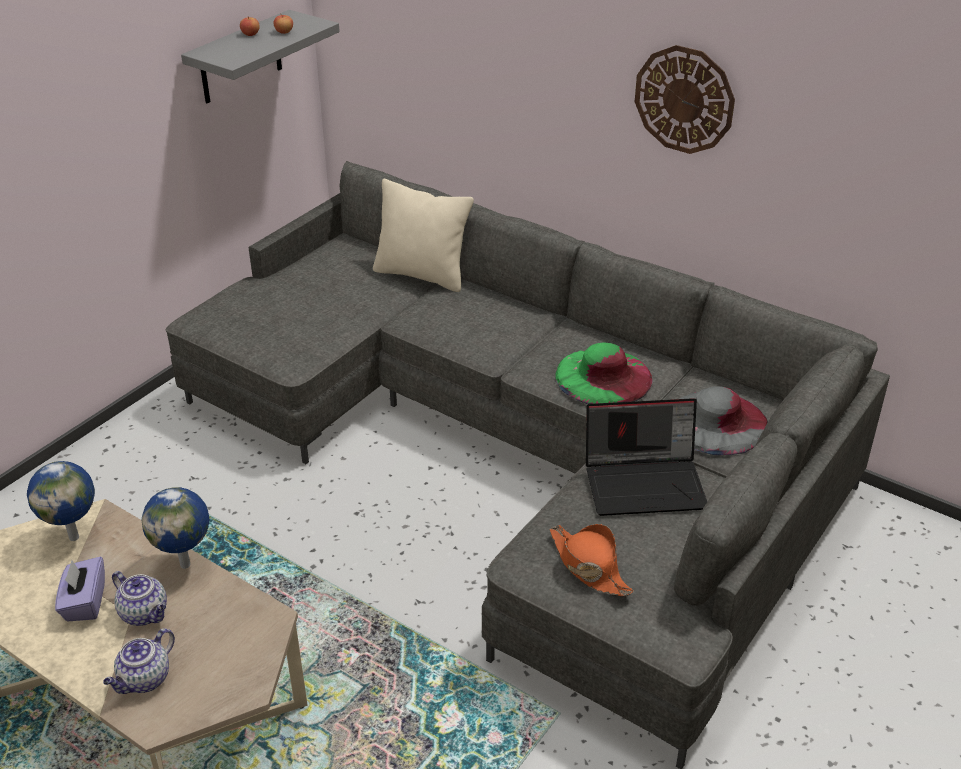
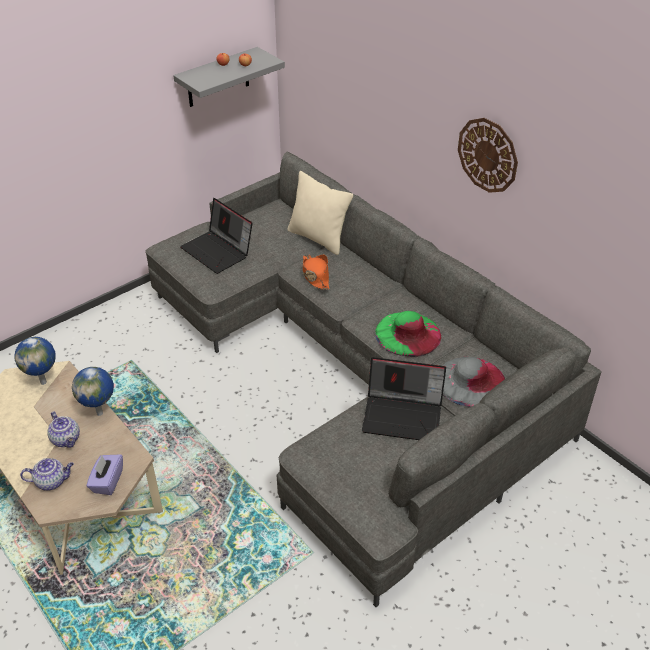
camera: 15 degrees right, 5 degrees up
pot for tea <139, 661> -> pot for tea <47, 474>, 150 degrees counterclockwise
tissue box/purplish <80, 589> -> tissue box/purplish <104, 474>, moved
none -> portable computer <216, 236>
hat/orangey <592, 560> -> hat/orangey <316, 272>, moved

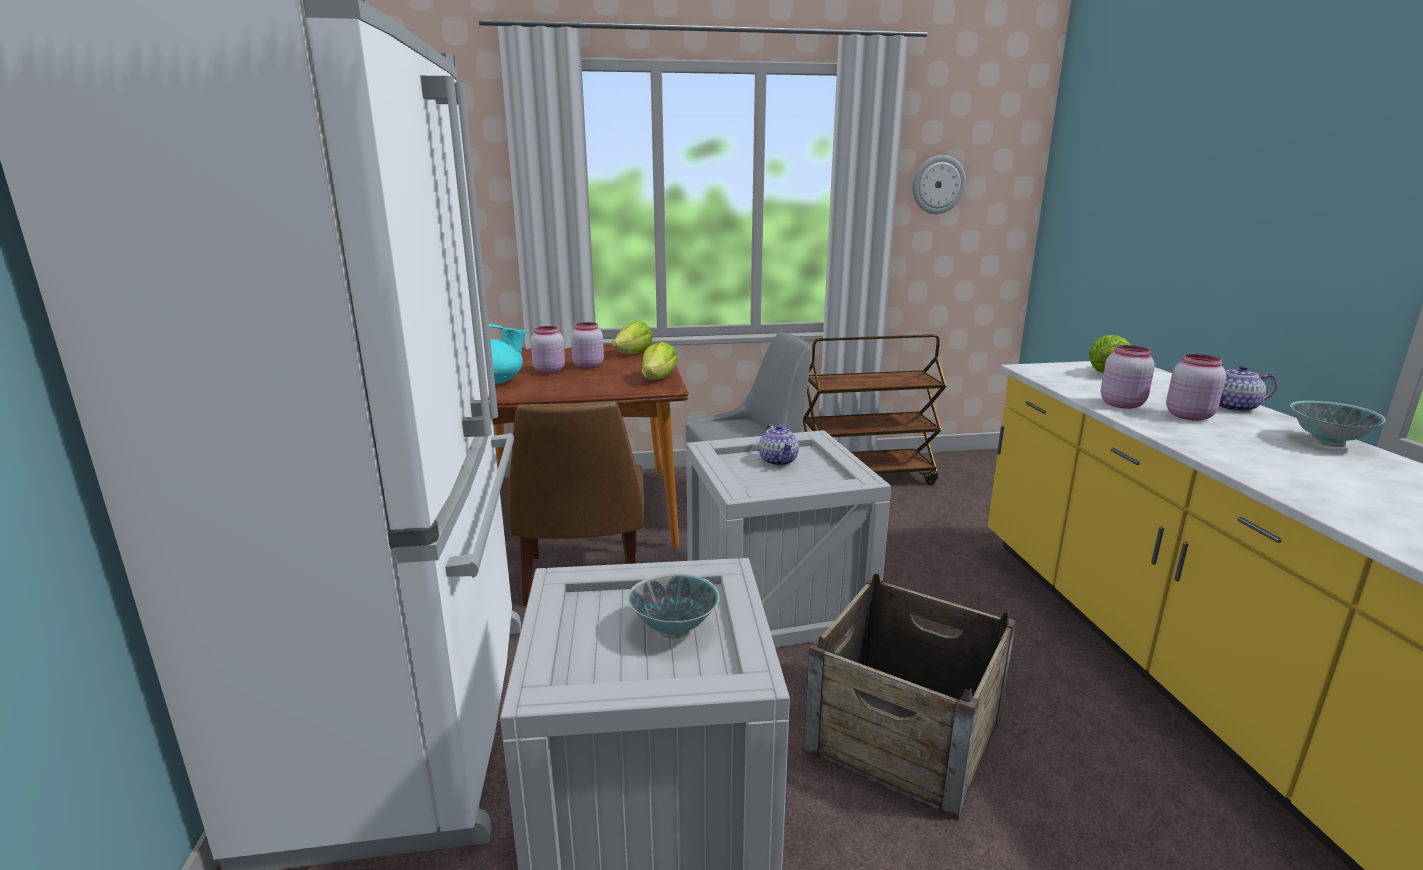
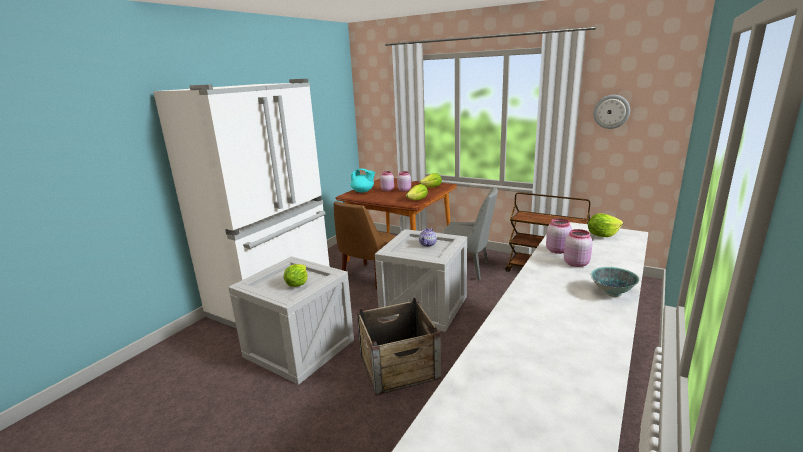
camera: 40 degrees right, 0 degrees up
deep dish <673, 606> -> lettuce <296, 275>
pot for tea <1247, 388> -> none

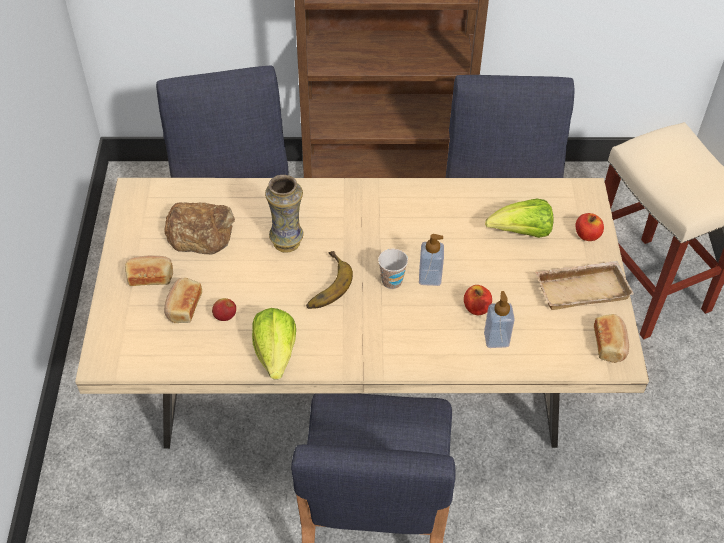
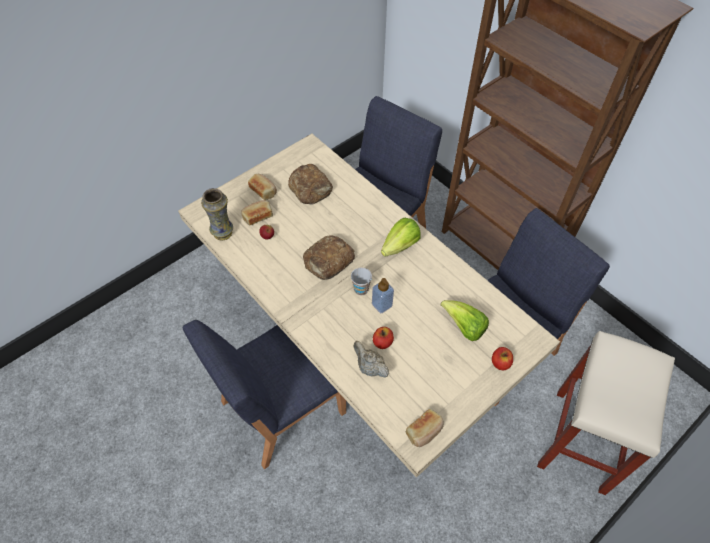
camera: 50 degrees right, 5 degrees up
vase <284, 214> -> vase <217, 214>, moved
whole banana <329, 280> -> baked bread <329, 257>
soap dispenser <499, 319> -> pot for tea/sand-coloured <371, 359>
lettuce <274, 343> -> lettuce <401, 237>, moved
carrying tray/sand-coloured <585, 285> -> none

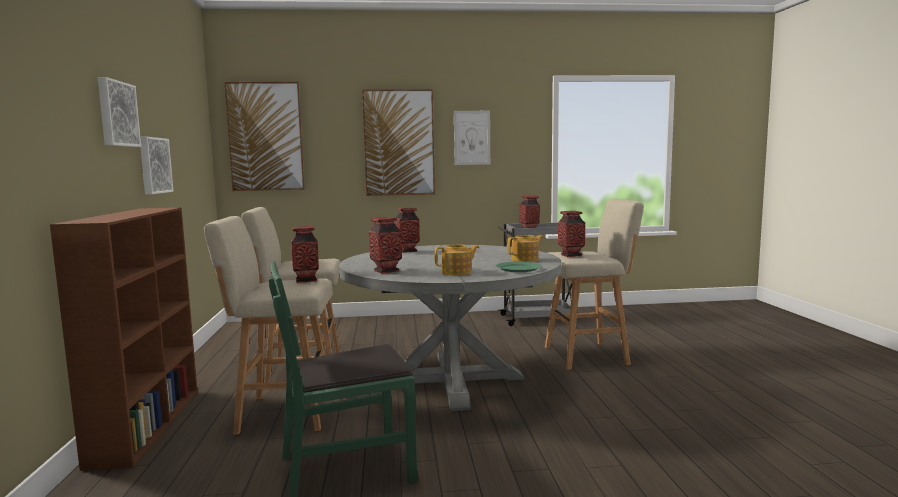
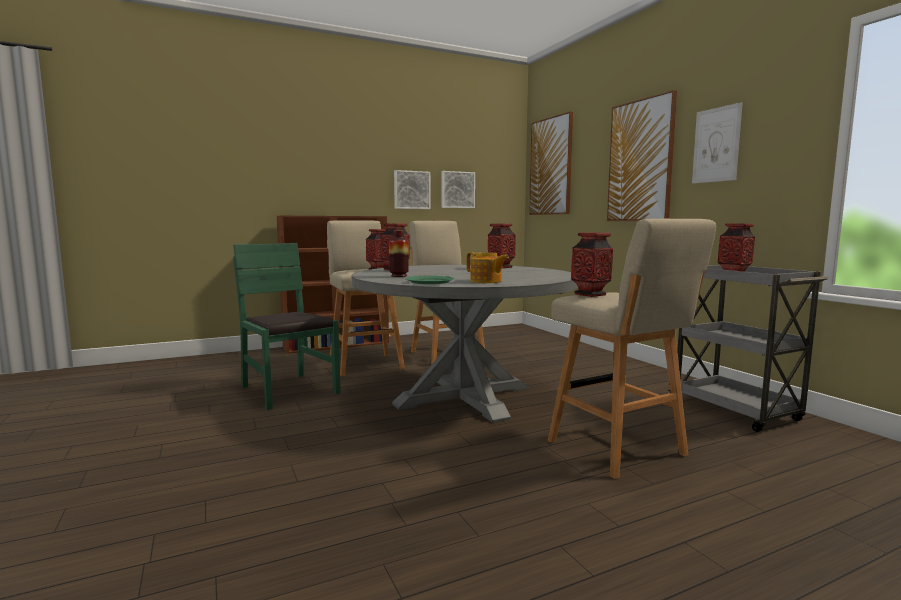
camera: 70 degrees right, 0 degrees up
pot for tea <457, 259> -> vase <399, 253>
wall picture <119, 112> -> wall picture <458, 189>, moved

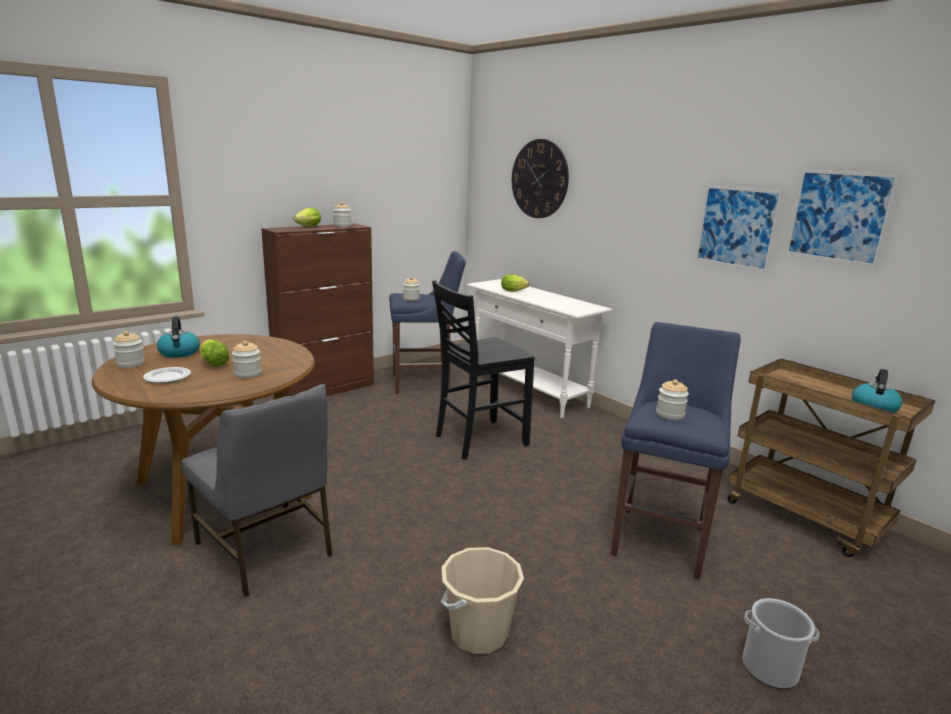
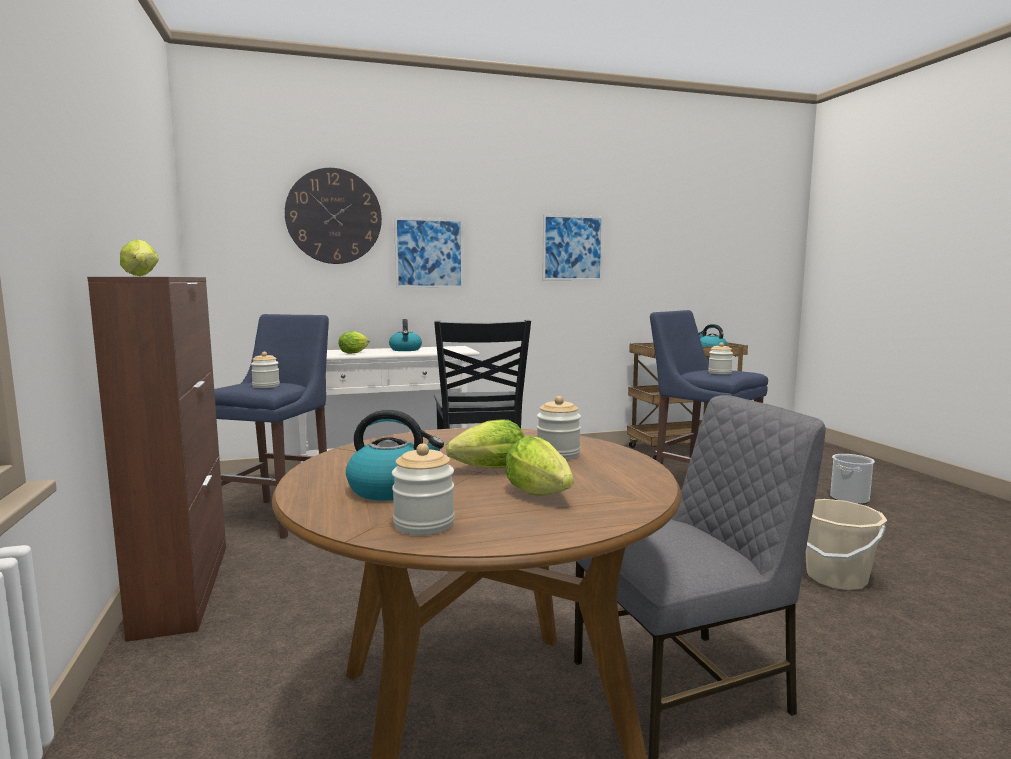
camera: 65 degrees left, 10 degrees down
none -> water kettle <405, 335>
wall picture <842, 218> -> wall picture <428, 252>, moved
flat dish <167, 375> -> lettuce <539, 466>
jar <342, 214> -> none

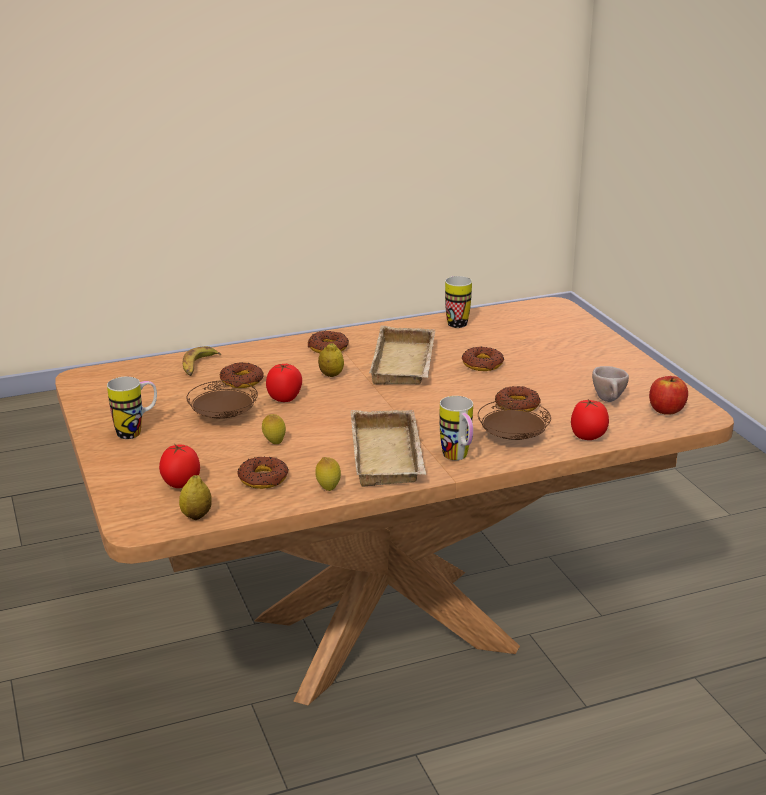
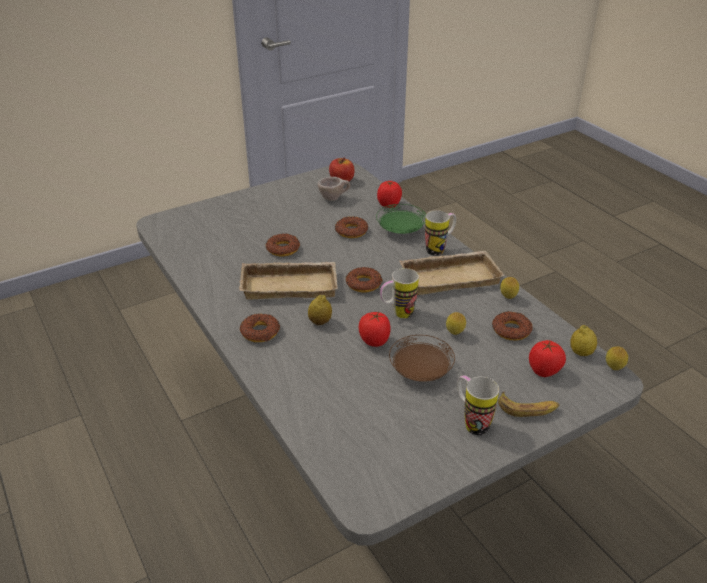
camera: 100 degrees left, 10 degrees up
kitchen table/brownish <394, 501> -> kitchen table/gray <390, 354>
doughnut <242, 375> -> doughnut <364, 279>, moved
flat dish/brownish <514, 420> -> flat dish/greenish <401, 219>
coffee mug <458, 302> -> coffee mug <399, 293>, moved
whole banana <202, 361> -> whole banana <529, 404>, moved
none -> citrus fruit <617, 358>

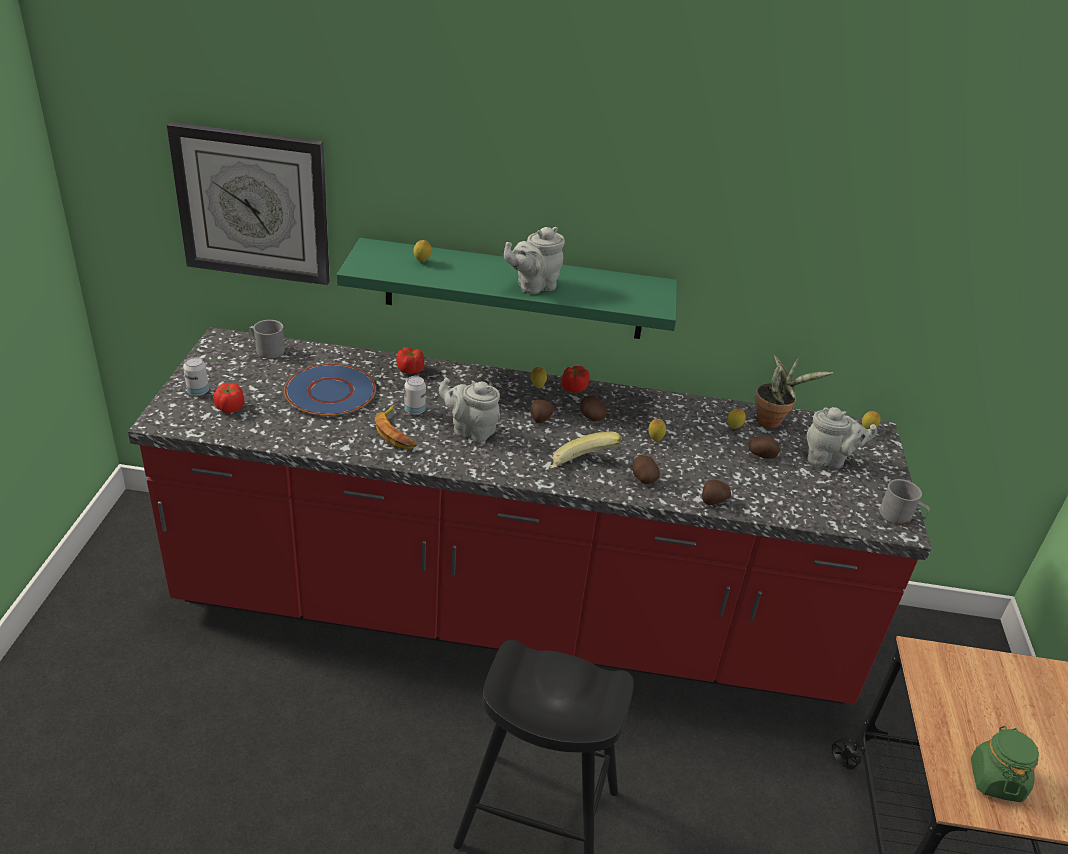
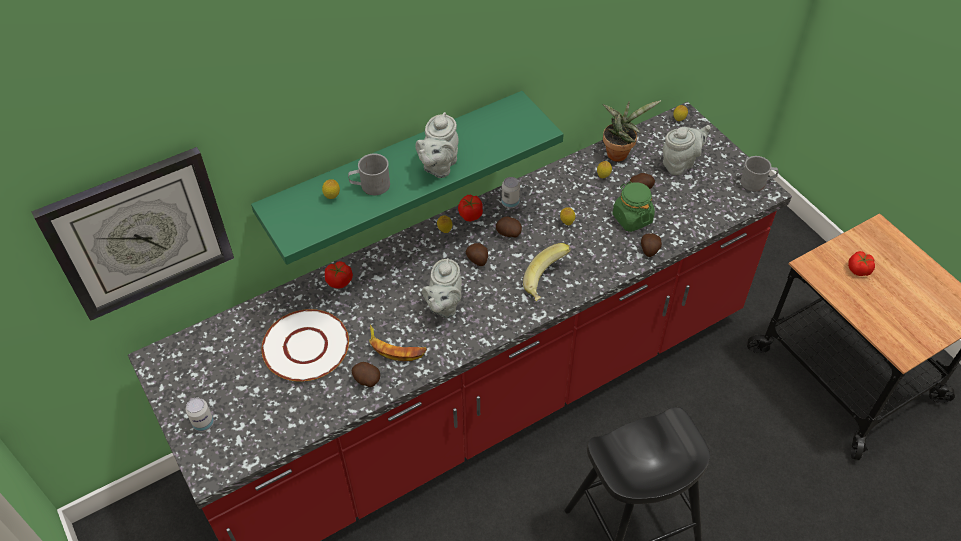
camera: 35 degrees left, 15 degrees up
flat dish/blue-coloured <330, 390> -> flat dish/white-coloured <305, 345>
coffee mug/gray <266, 339> -> coffee mug/gray <369, 174>, moved
potato <646, 470> -> potato <366, 374>, moved
pot for tea/gray <469, 410> -> pot for tea/gray <442, 288>, 60 degrees counterclockwise
metal can <415, 395> -> metal can <511, 192>, moved
jar/greenish <1005, 764> -> jar/greenish <633, 206>, moved
whole tomato <228, 398> -> whole tomato <861, 263>, moved

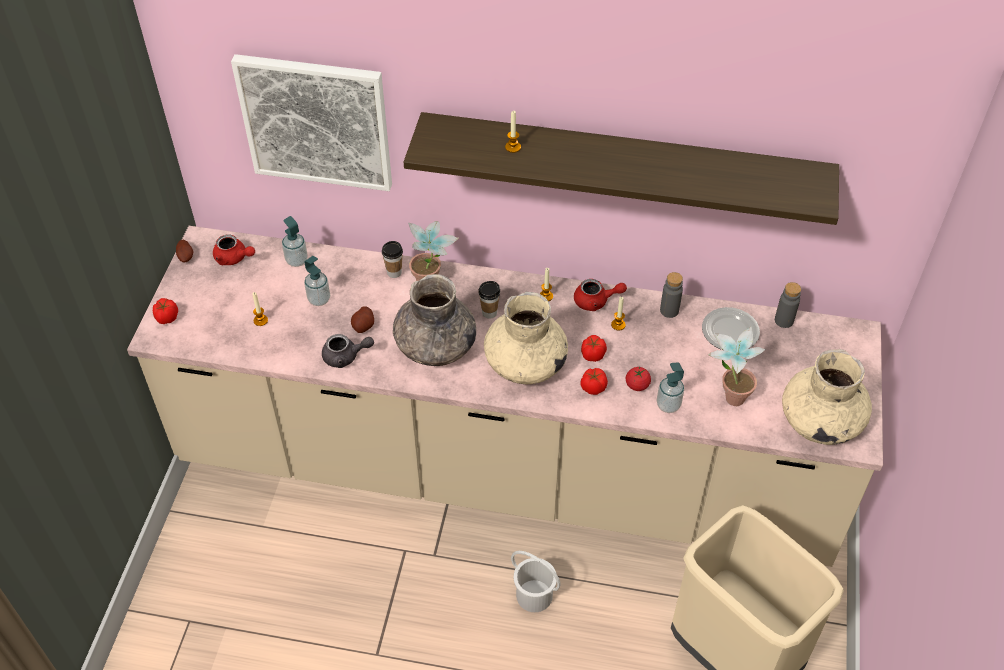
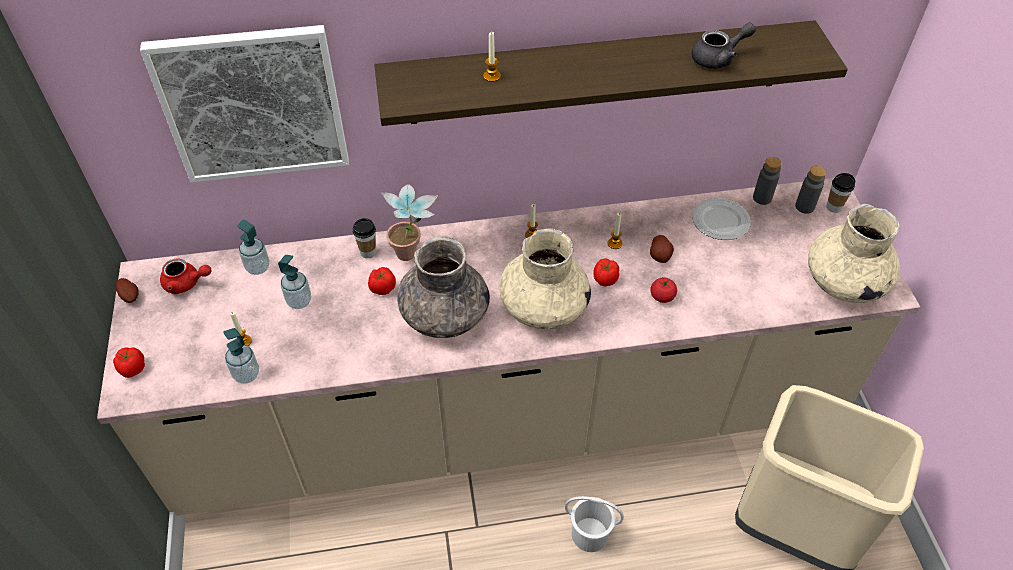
camera: 20 degrees left, 0 degrees up
soap dispenser <671, 388> -> soap dispenser <241, 356>, moved
whole tomato <594, 381> -> whole tomato <382, 281>, moved
potato <362, 319> -> potato <662, 249>, moved
pot for tea/gray <348, 351> -> pot for tea/gray <723, 46>, moved
bottle/gray <671, 295> -> bottle/gray <810, 190>, moved
cup <489, 300> -> cup <840, 193>, moved
pot for tea/red-coloured <600, 295> -> none
plant in a pot <737, 366> -> none

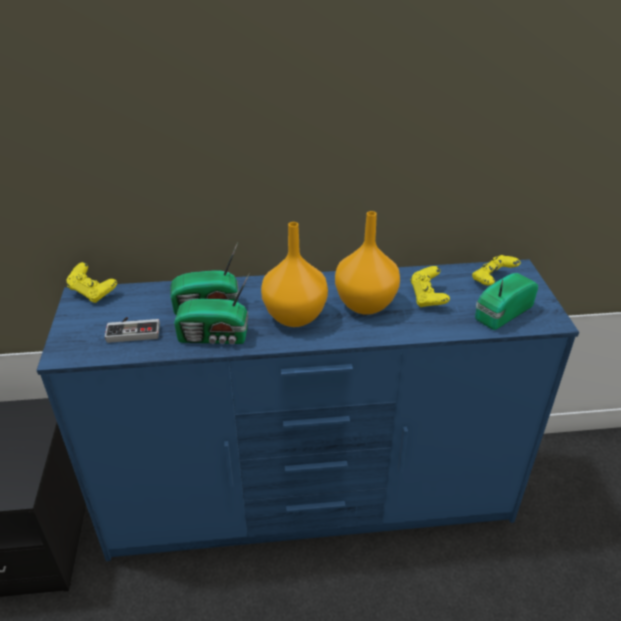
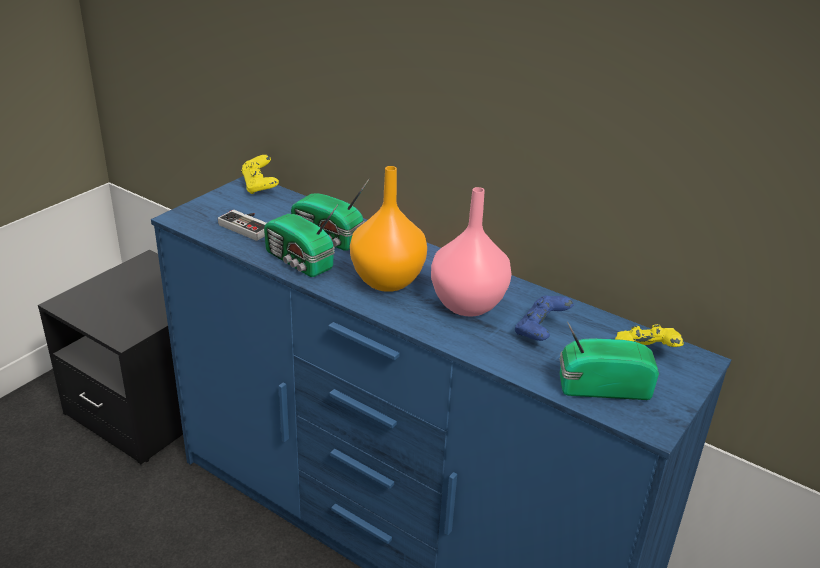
camera: 40 degrees right, 5 degrees down
vase/orangey <367, 263> -> vase/pinkish <471, 252>
gamepad/yellow <430, 286> -> gamepad/blue-coloured <544, 318>

